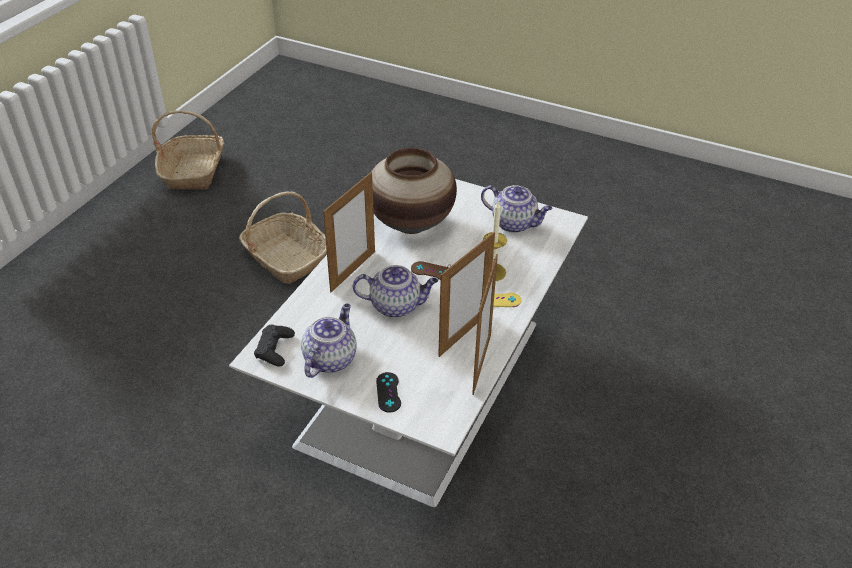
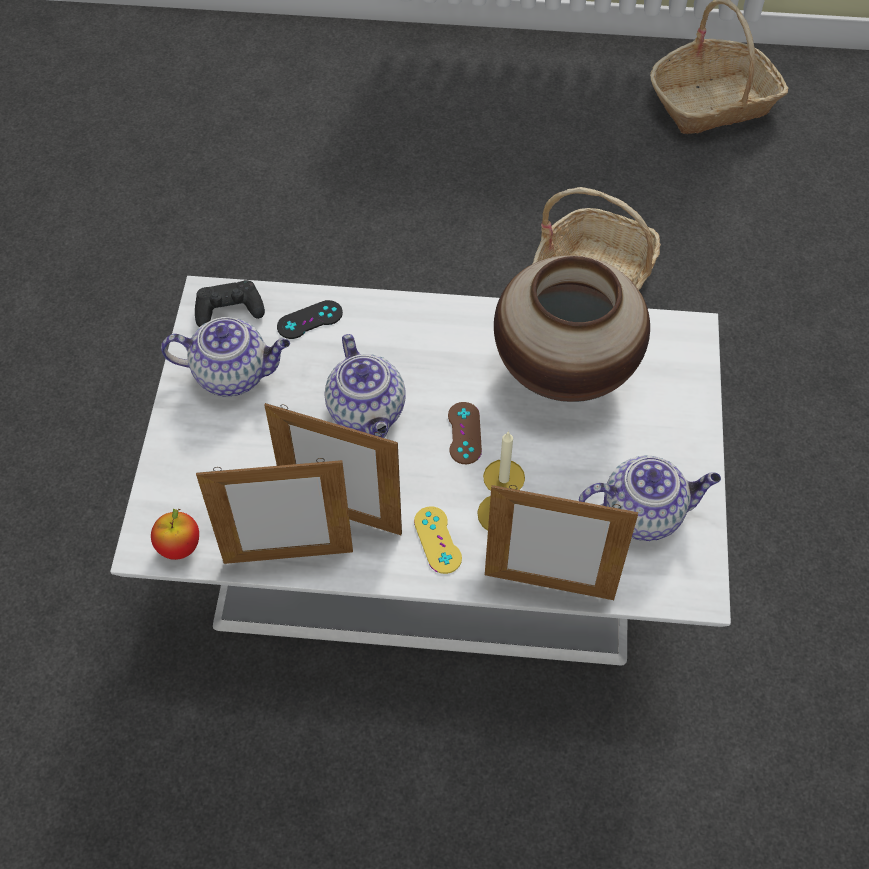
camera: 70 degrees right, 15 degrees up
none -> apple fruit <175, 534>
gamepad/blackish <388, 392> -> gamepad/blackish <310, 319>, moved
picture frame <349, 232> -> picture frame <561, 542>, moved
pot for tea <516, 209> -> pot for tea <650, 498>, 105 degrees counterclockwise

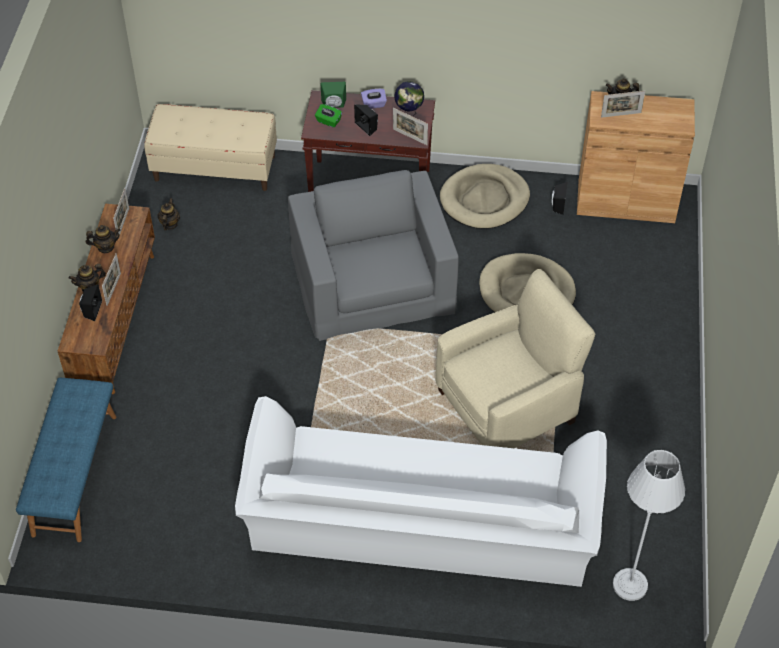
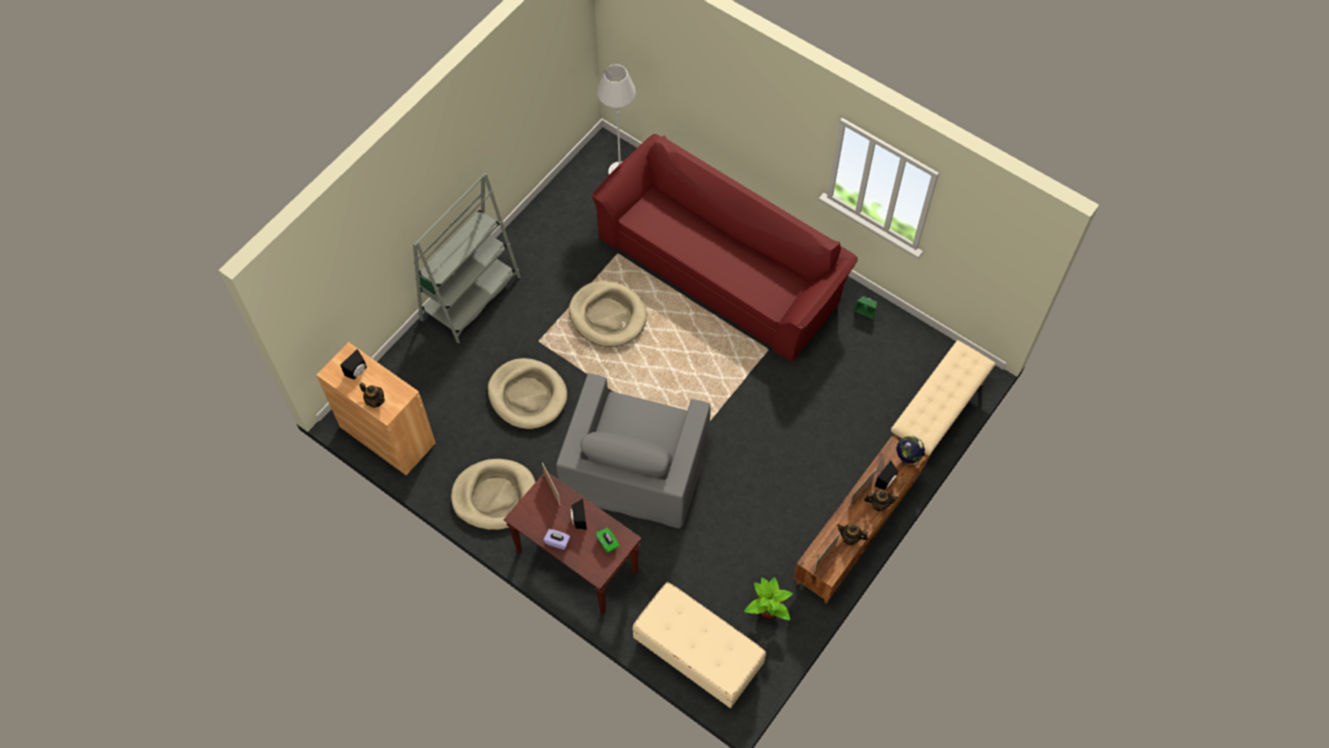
camera: 150 degrees left, 10 degrees up
audio speaker/blackish <560, 198> -> audio speaker/blackish <353, 364>, moved
none -> bookshelf/gray <467, 258>
armchair/sand-coloured <515, 358> -> dog cushion/sand-coloured <608, 314>
sofa/white-coloured <421, 491> -> sofa/red-coloured <725, 248>
pot for tea <168, 214> -> plant in a pot <768, 598>
audio speaker/greenish <333, 95> -> audio speaker/greenish <865, 307>, moved
indoor bench/blue-coloured <66, 460> -> indoor bench/sand-coloured <943, 404>
globe <409, 99> -> globe <910, 451>, moved
picture frame <623, 104> -> none

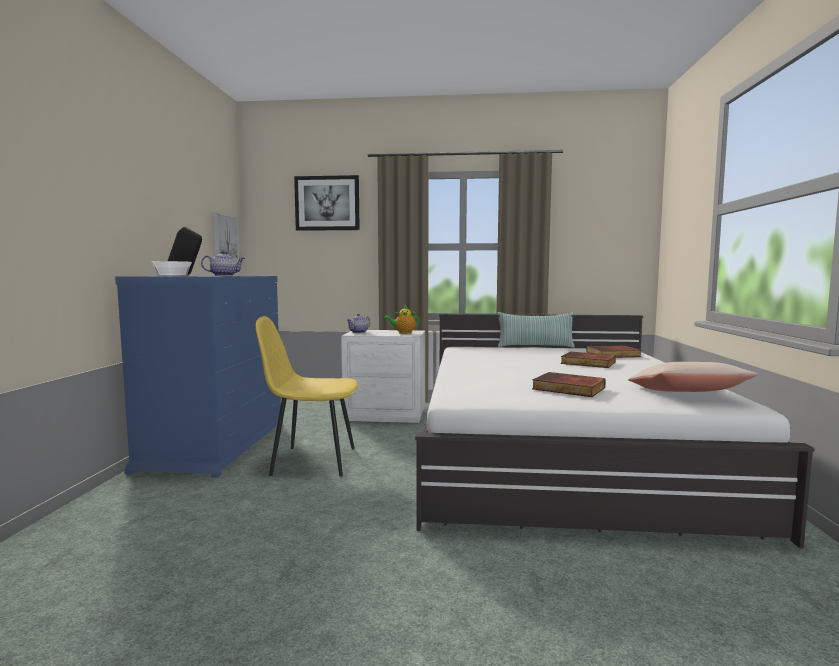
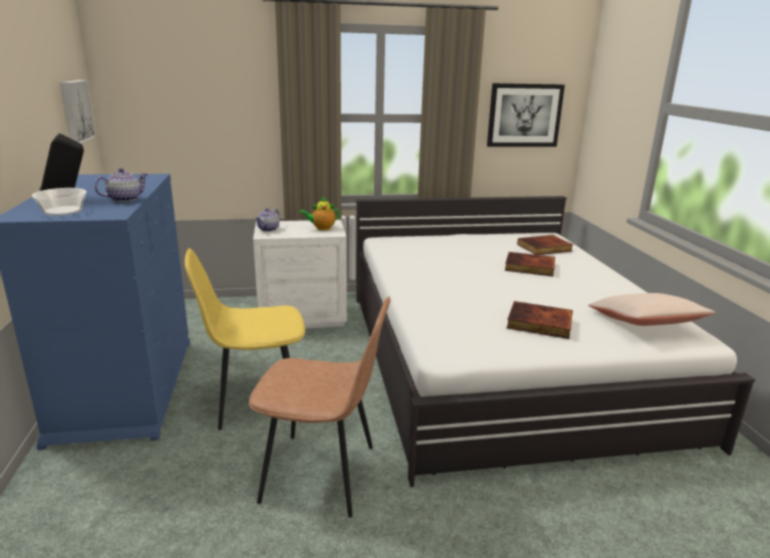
camera: 15 degrees left, 15 degrees up
none -> plain chair/brownish <320, 407>
wall picture <327, 203> -> wall picture <526, 115>, moved
pillow <536, 330> -> none

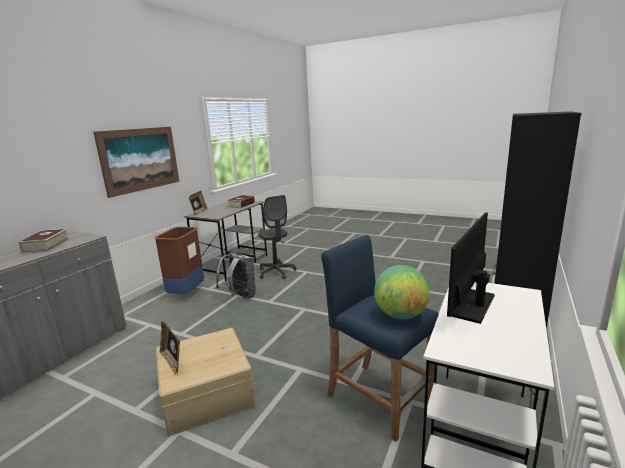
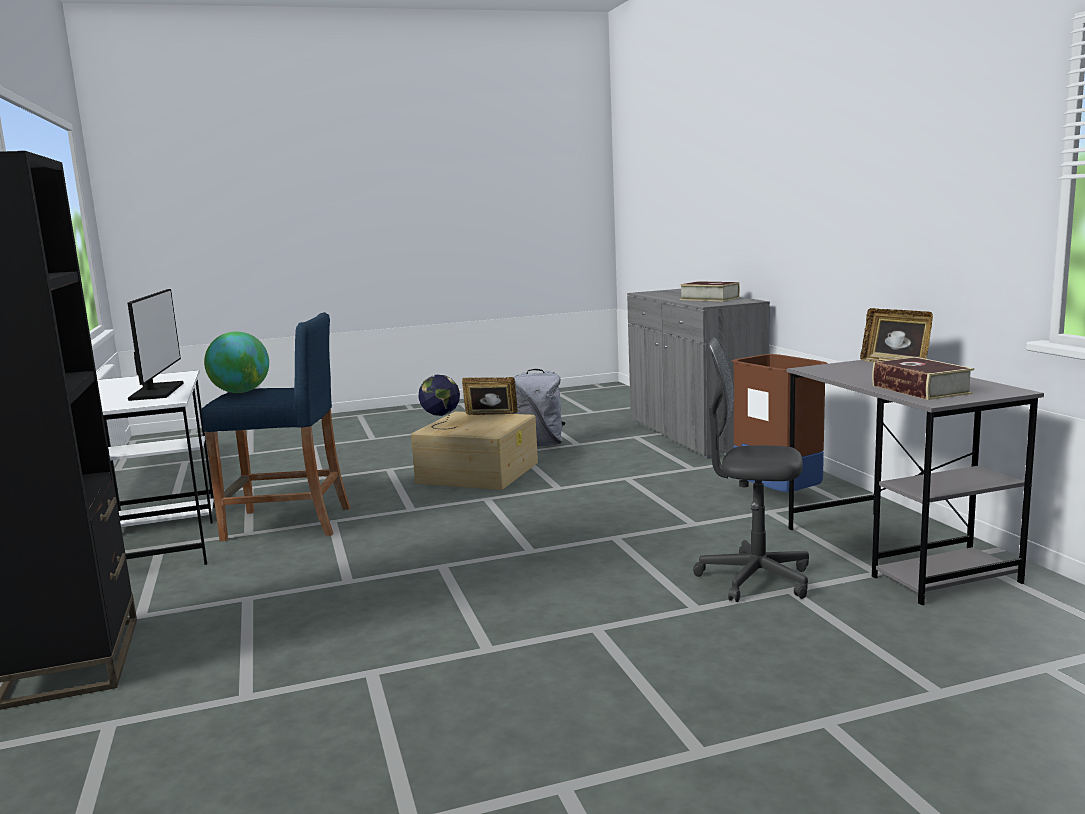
camera: 135 degrees right, 5 degrees down
none -> globe <439, 402>
backpack/gray <236, 276> -> backpack/gray <540, 407>, moved
wall picture <136, 162> -> none

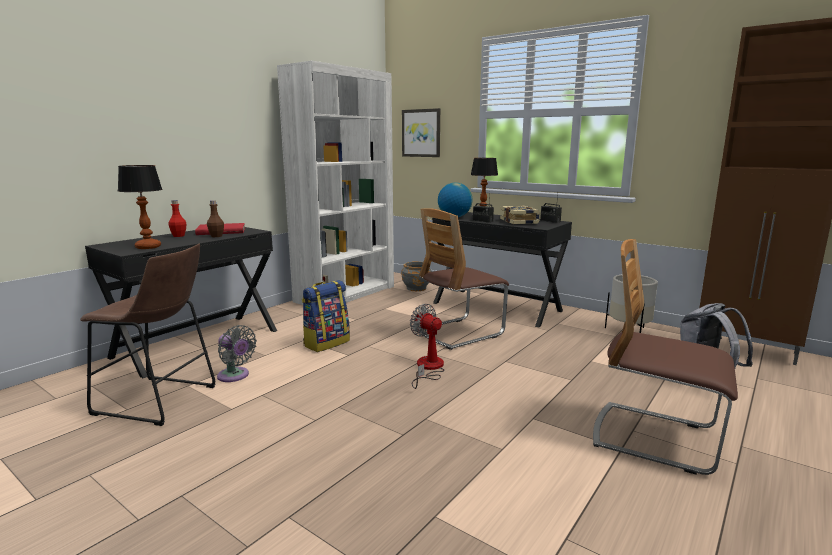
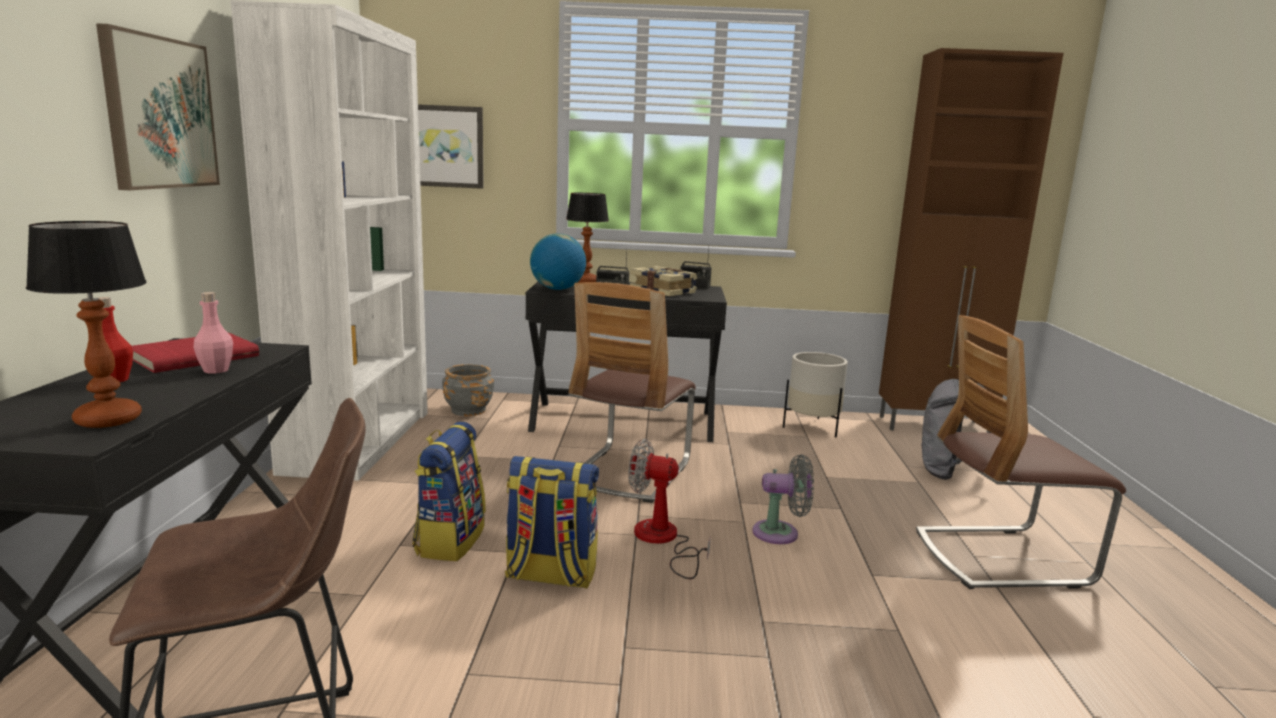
camera: 35 degrees left, 0 degrees up
none -> wall picture <158, 106>
bottle/brownish <215, 218> -> bottle/pinkish <213, 332>
none -> backpack <552, 522>
fan/gray <237, 353> -> fan/gray <783, 499>, moved

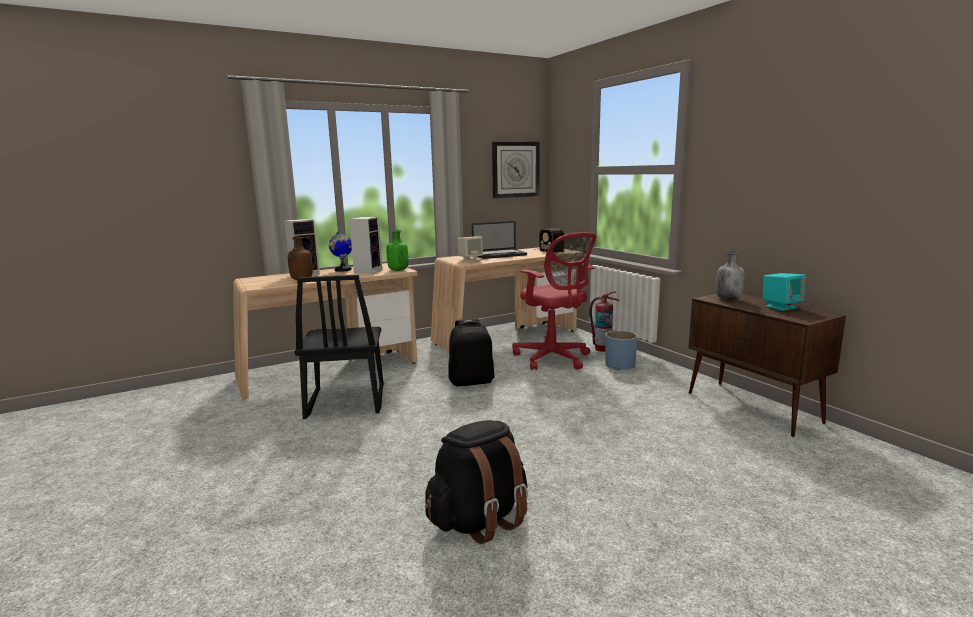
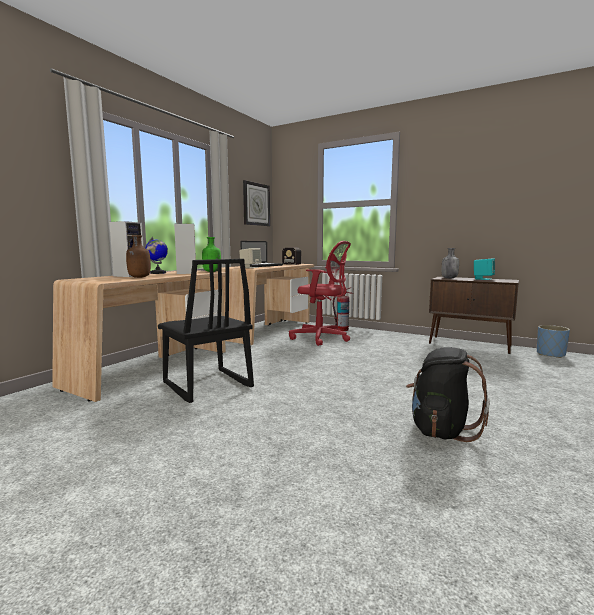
camera: 30 degrees left, 5 degrees down
flower pot/blue-coloured <621, 350> -> flower pot/blue-coloured <553, 341>, moved
backpack/blackish <471, 352> -> none

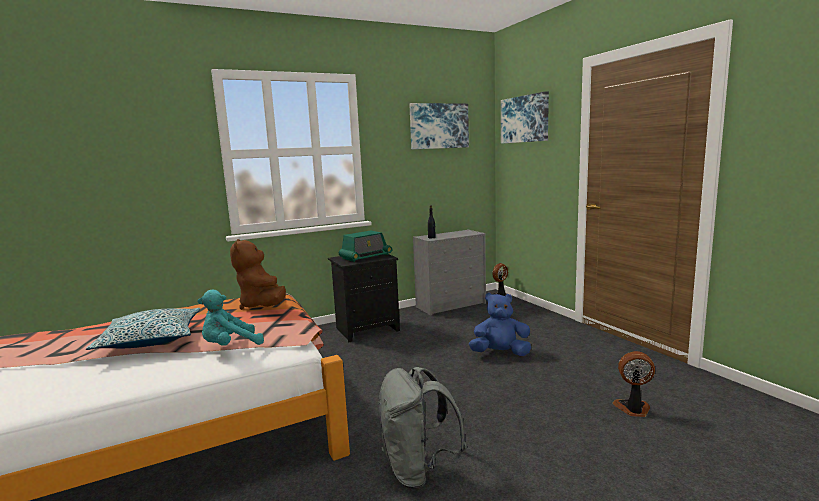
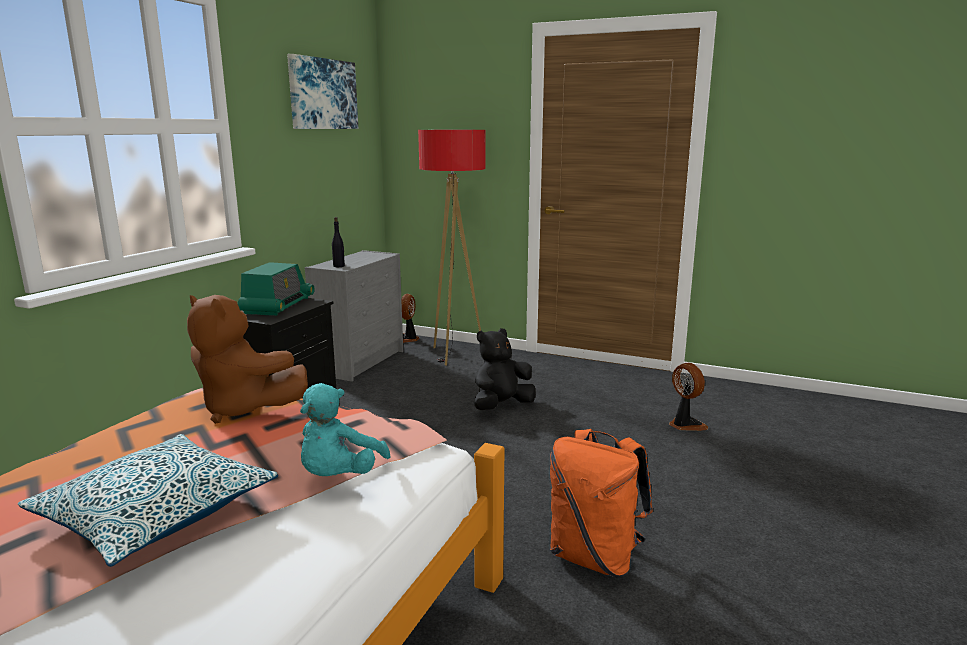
camera: 40 degrees left, 5 degrees up
none -> standard lamp <451, 248>
plush toy/blue-coloured <500, 324> -> plush toy/blackish <505, 369>
backpack/gray <423, 428> -> backpack/orangey <601, 503>
fan <634, 384> -> fan <688, 397>, 90 degrees clockwise
wall picture <525, 117> -> none

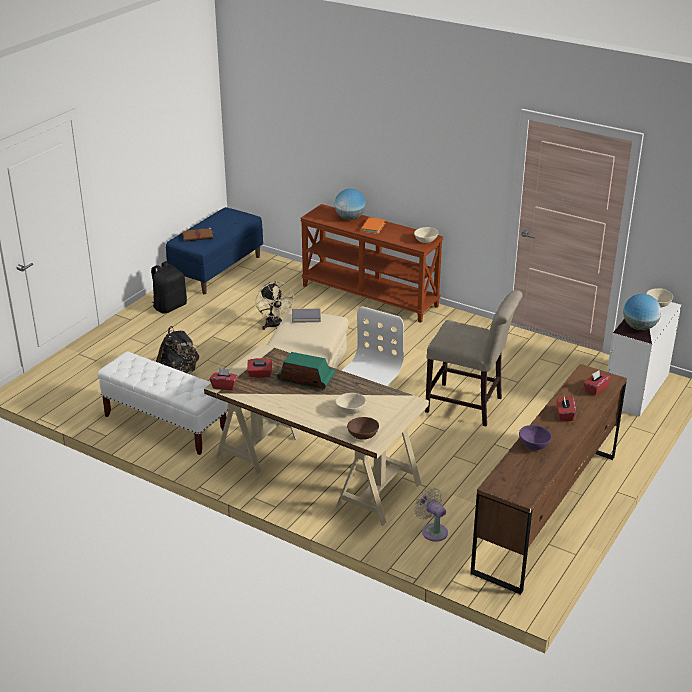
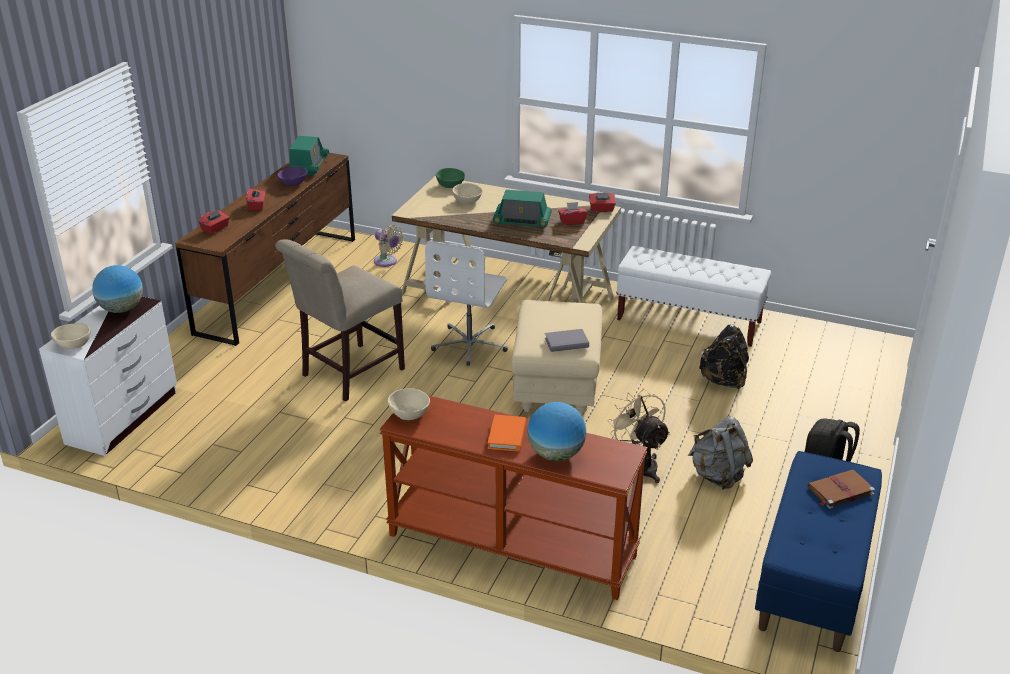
camera: 170 degrees right, 0 degrees up
plain chair/sand-coloured <474, 358> -> plain chair/sand-coloured <340, 320>, 60 degrees counterclockwise
none -> radio <309, 155>
deep dish/brownish <363, 428> -> deep dish/greenish <450, 178>
none -> backpack/gray <720, 453>

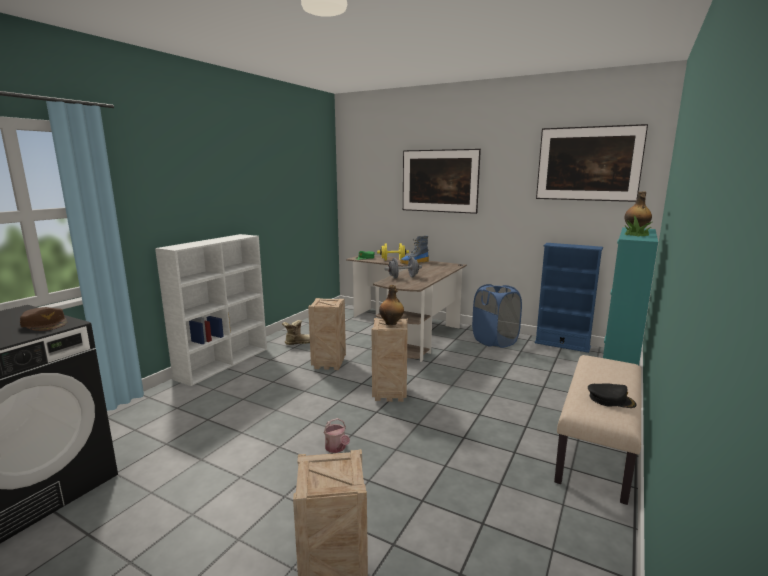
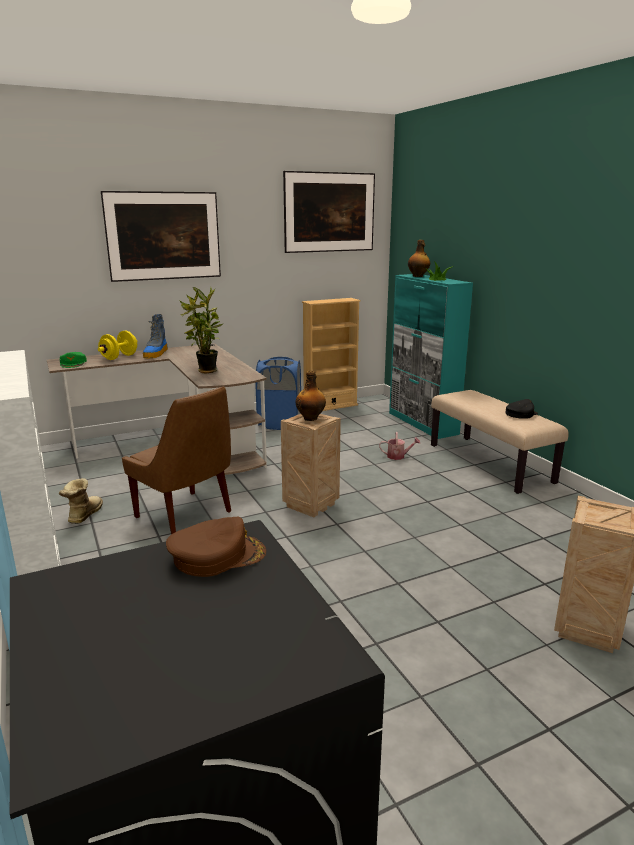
camera: 55 degrees left, 5 degrees up
packing crate <327, 334> -> plain chair/brownish <176, 460>
dumbbell/gray <403, 268> -> plant in a pot <201, 330>
bookshelf/blue-coloured <569, 298> -> bookshelf/sand-coloured <331, 354>
watering can <337, 435> -> watering can <399, 446>, moved

